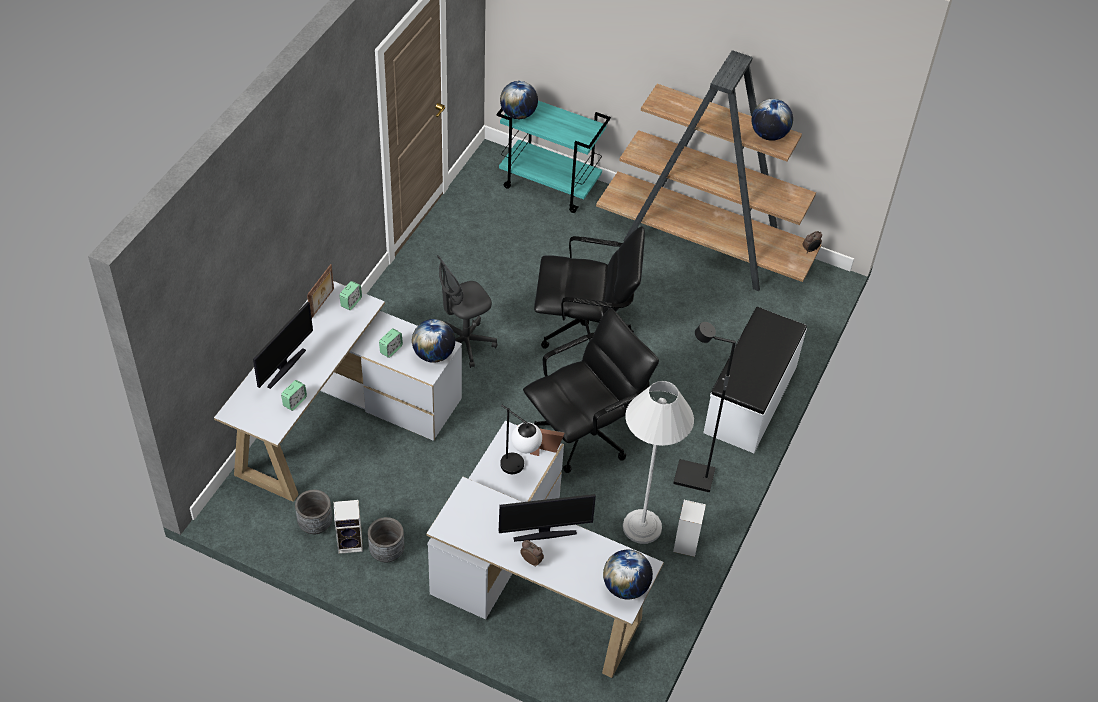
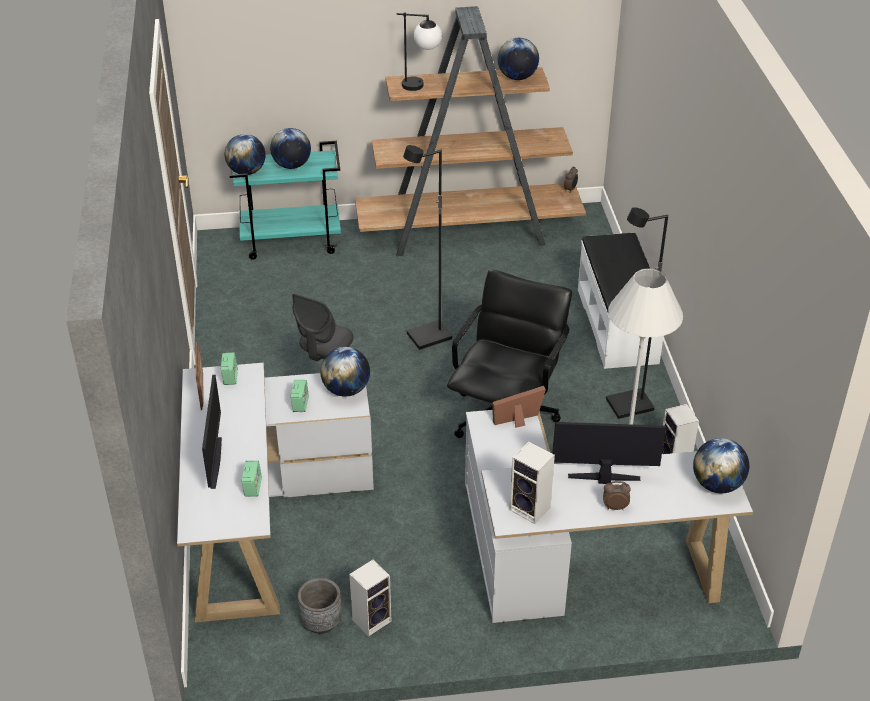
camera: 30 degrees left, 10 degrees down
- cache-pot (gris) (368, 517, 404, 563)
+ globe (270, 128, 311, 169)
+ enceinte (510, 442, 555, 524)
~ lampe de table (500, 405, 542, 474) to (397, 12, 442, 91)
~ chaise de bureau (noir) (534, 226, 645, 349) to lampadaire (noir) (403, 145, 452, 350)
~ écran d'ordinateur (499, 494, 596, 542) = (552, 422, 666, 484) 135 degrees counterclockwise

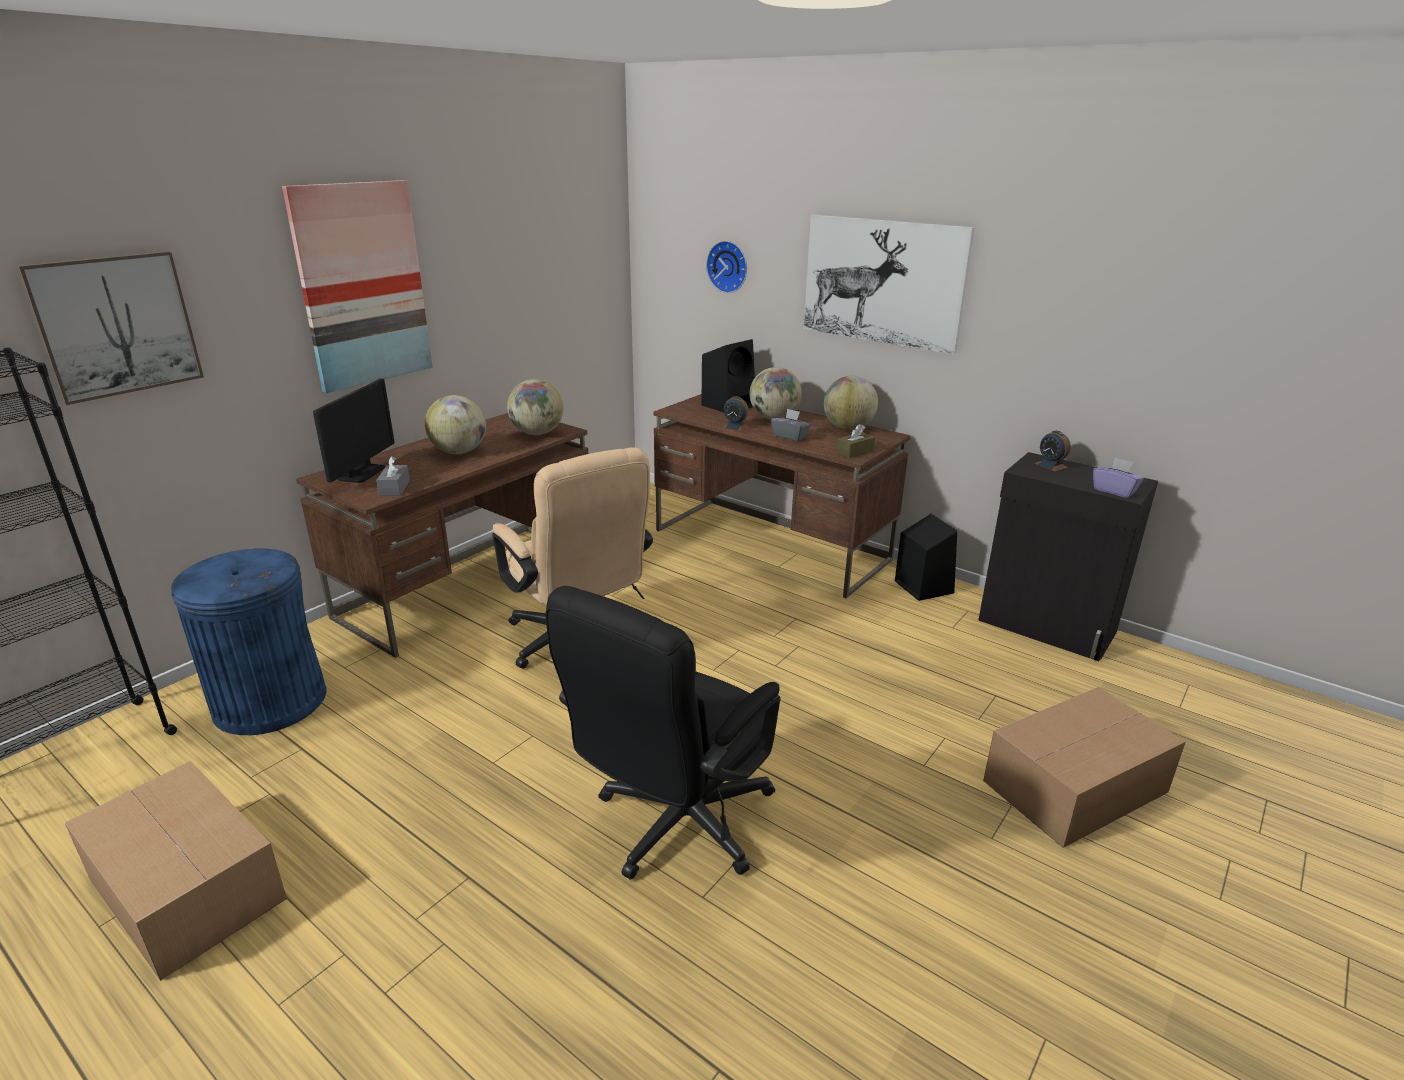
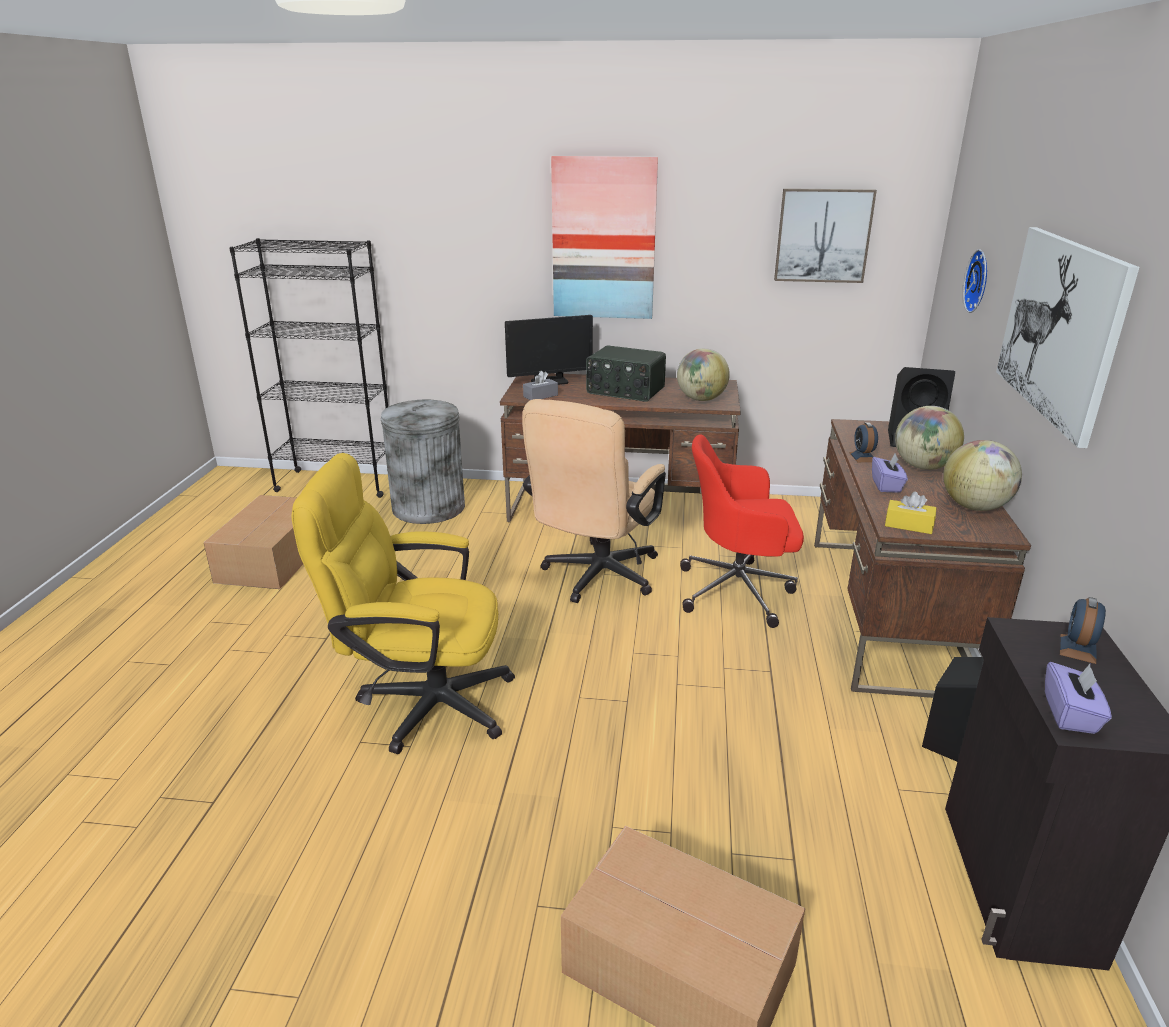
camera: 60 degrees right, 0 degrees up
+ chaise de bureau (rouge) (680, 434, 804, 628)
~ tableau (15, 251, 204, 405) to (774, 188, 877, 283)
~ globe (425, 395, 486, 454) to radio (586, 346, 666, 402)
~ poubelle (bleu) (171, 548, 327, 735) to poubelle (gris) (381, 400, 465, 524)
~ chaise de bureau (noir) (545, 586, 780, 880) to chaise de bureau (jaune) (291, 453, 515, 754)
~ boîte à mouchoirs (gris) (771, 409, 811, 442) to boîte à mouchoirs (violet) (872, 454, 908, 493)
~ boîte à mouchoirs (marron) (836, 424, 875, 458) to boîte à mouchoirs (jaune) (885, 491, 937, 534)

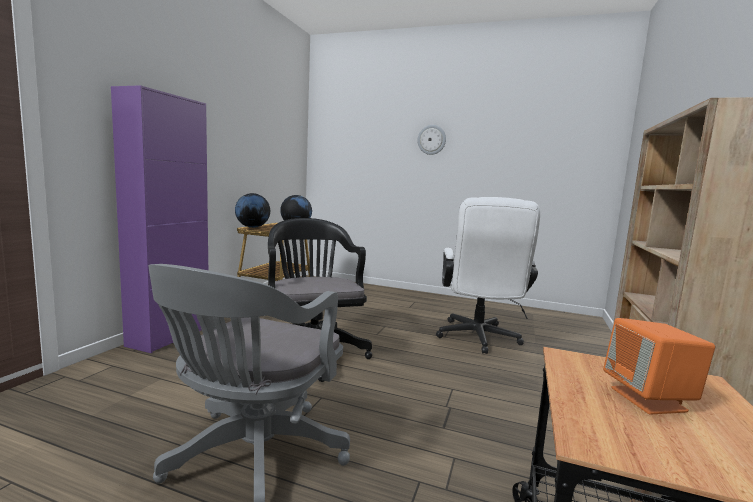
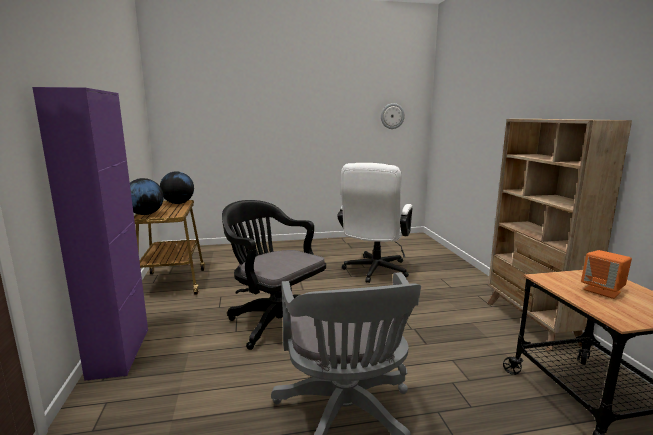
camera: 30 degrees left, 5 degrees up
~ horloge murale (417, 125, 446, 155) to (381, 103, 405, 129)
~ chaise de bureau (blanc) (436, 197, 540, 354) = (337, 163, 413, 283) 45 degrees clockwise

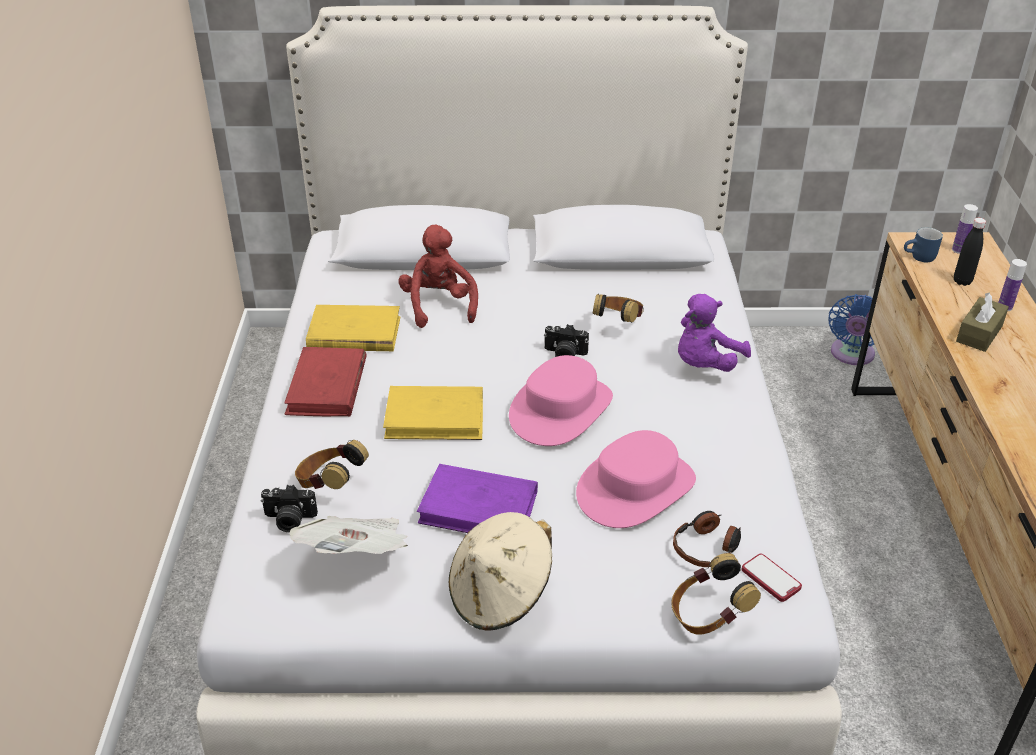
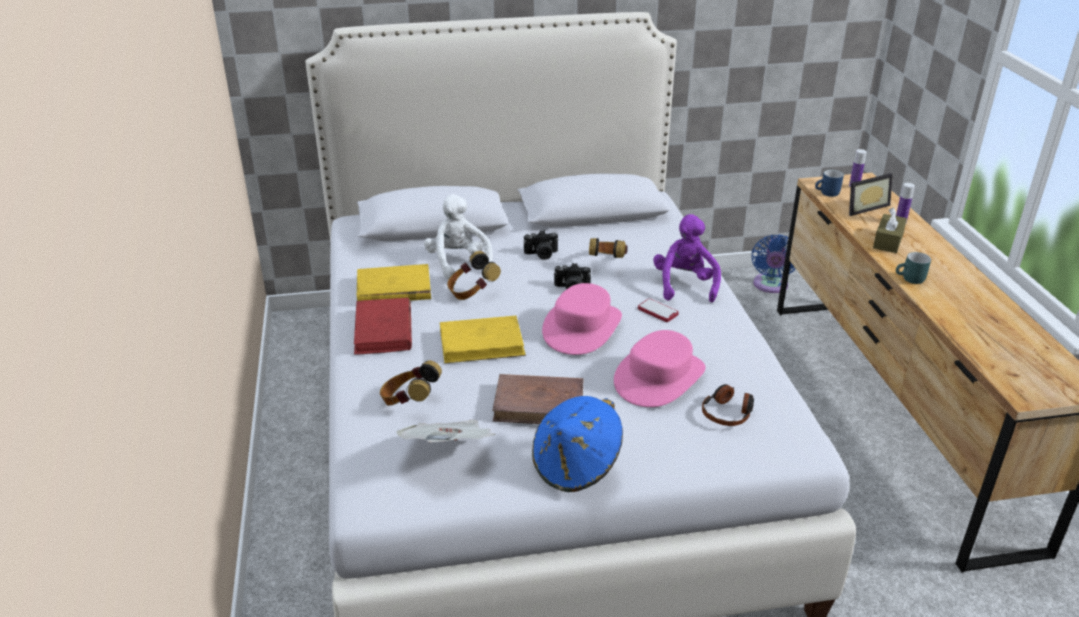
camera: 10 degrees left, 5 degrees down
+ mug (turquoise) (896, 252, 931, 284)
~ appareil photo (260, 485, 318, 533) to (524, 230, 559, 260)
~ casque audio (671, 553, 761, 635) to (447, 251, 501, 300)
~ téléphone (742, 554, 802, 602) to (638, 299, 679, 322)
~ bouteille (noir) (954, 218, 986, 286) to cadre photo (849, 173, 893, 216)
~ peluche (rouge) (398, 225, 478, 328) to peluche (blanc) (424, 194, 493, 280)
~ livre (violet) (417, 464, 538, 533) to livre (marron) (492, 374, 583, 424)
~ chapeau (beige) (449, 512, 552, 631) to chapeau (bleu) (532, 396, 623, 492)
~ peluche (violet) (678, 294, 751, 372) = (653, 214, 721, 302) 150 degrees clockwise

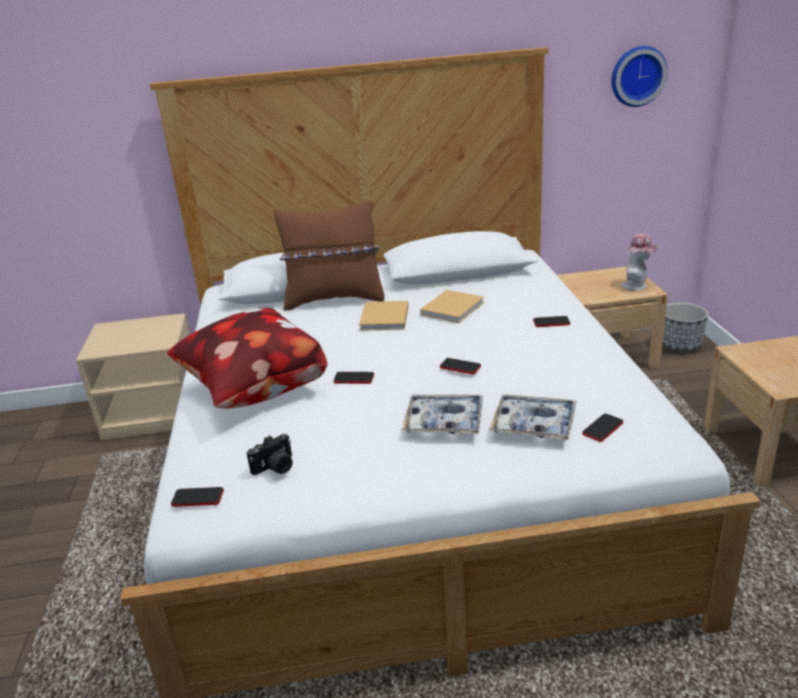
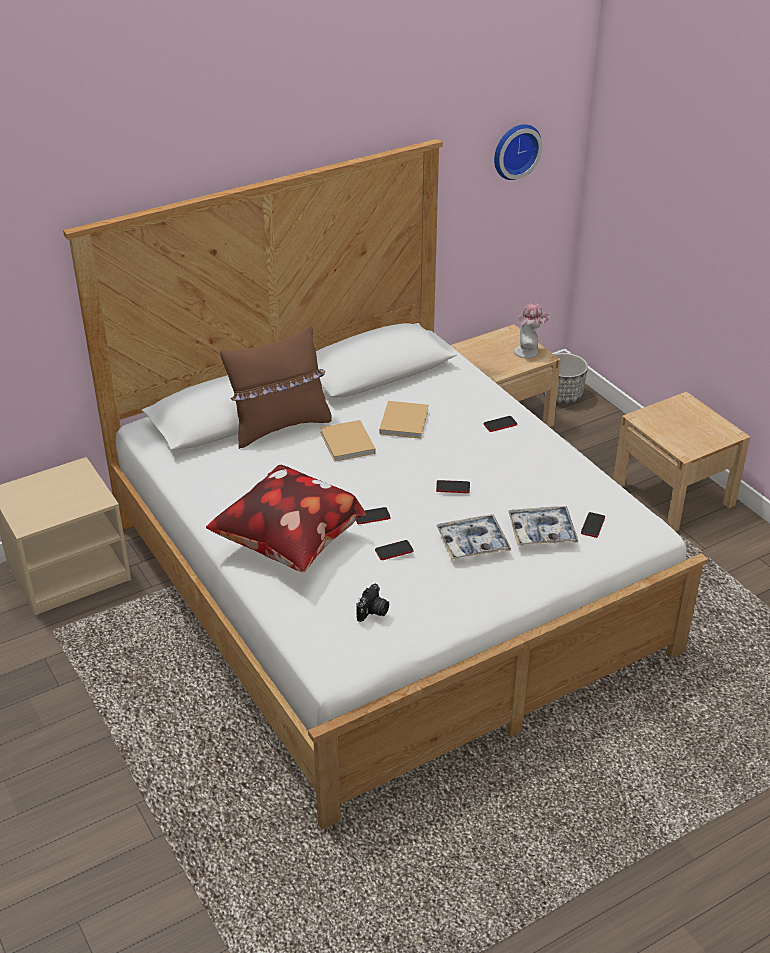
camera: 25 degrees left, 10 degrees up
~ téléphone (171, 487, 224, 507) to (375, 540, 414, 560)

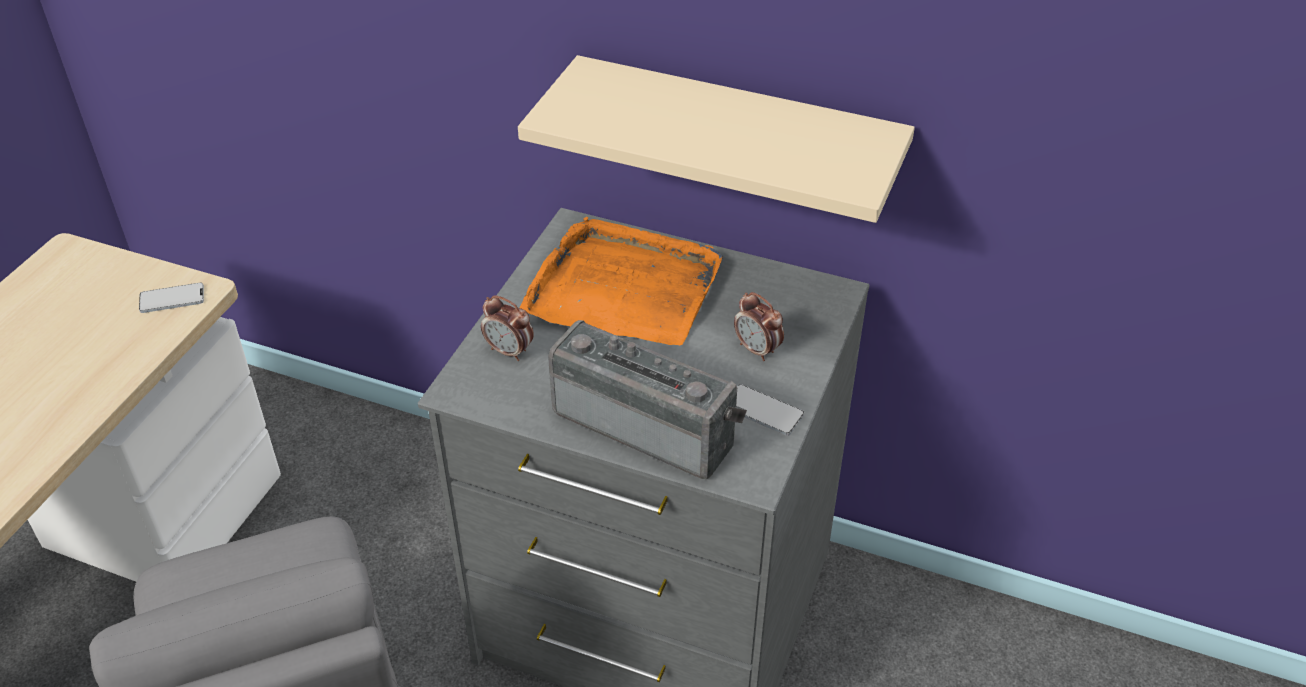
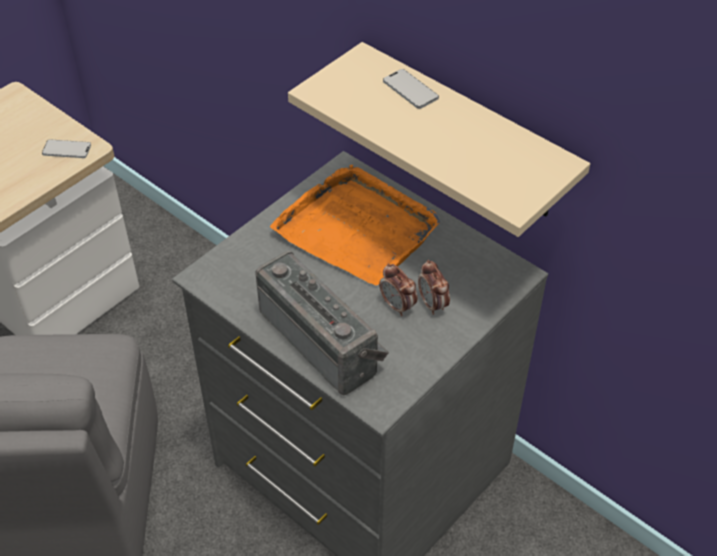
camera: 20 degrees right, 5 degrees up
~ réveil (481, 295, 534, 361) to (379, 263, 418, 316)
~ téléphone (736, 384, 804, 436) to (383, 69, 439, 109)

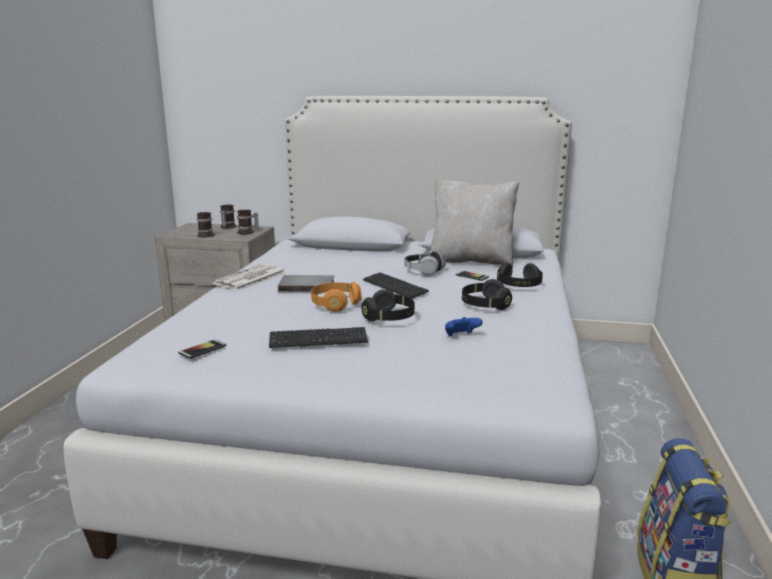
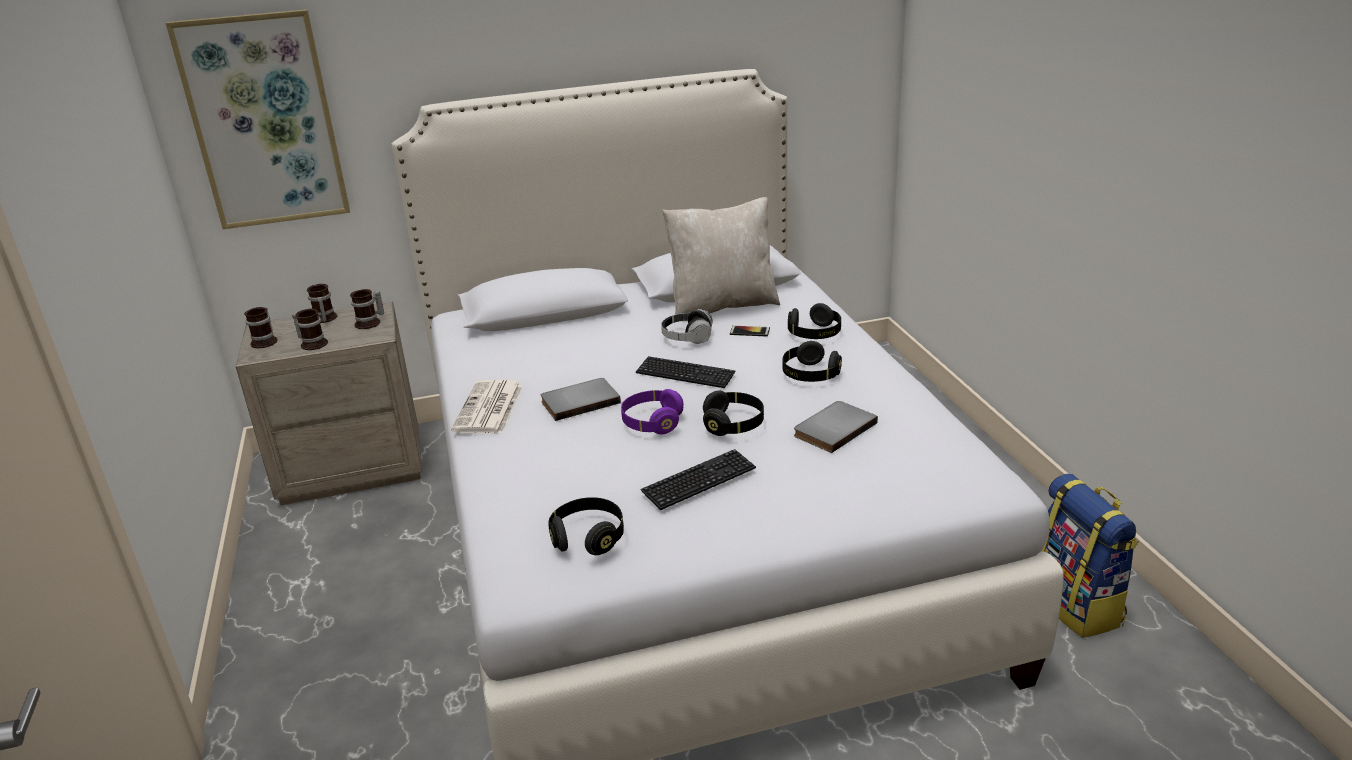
camera: 25 degrees left, 10 degrees up
+ tableau (166, 9, 350, 229)
+ mug (244, 307, 278, 348)
~ téléphone (178, 339, 226, 359) to casque audio (noir) (549, 497, 624, 555)
~ manette (bleu) (445, 317, 483, 336) to livre (gris) (794, 401, 878, 453)
~ casque audio (orange) (311, 282, 362, 312) to casque audio (violet) (621, 389, 684, 434)

